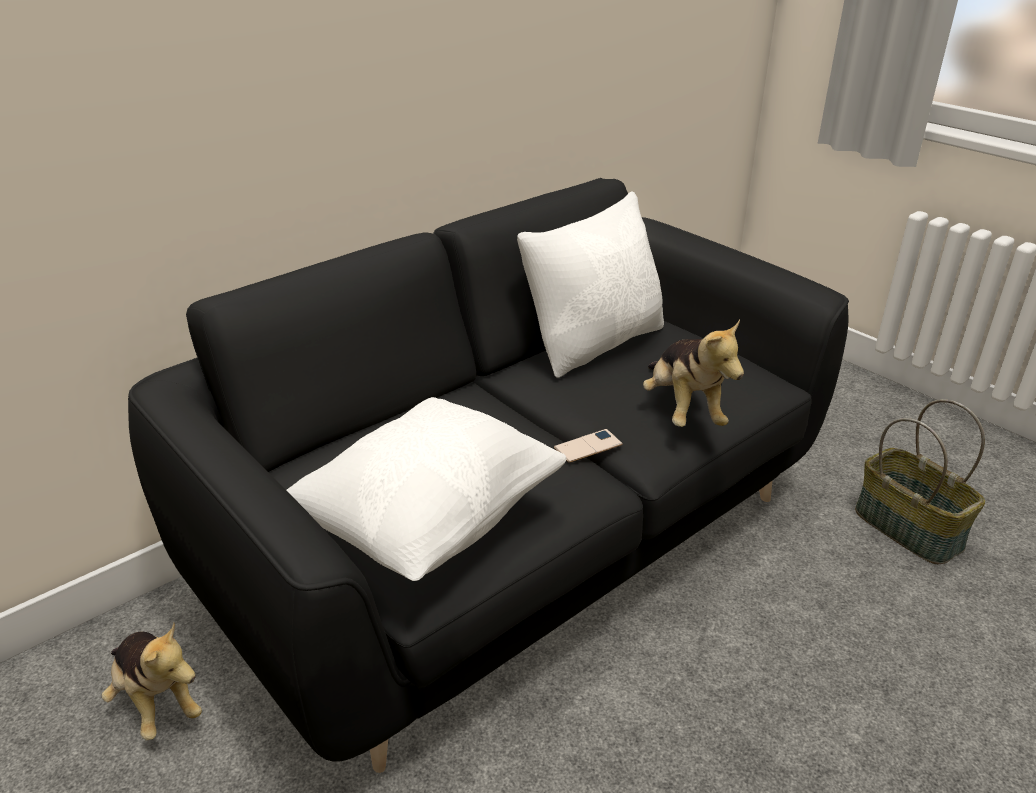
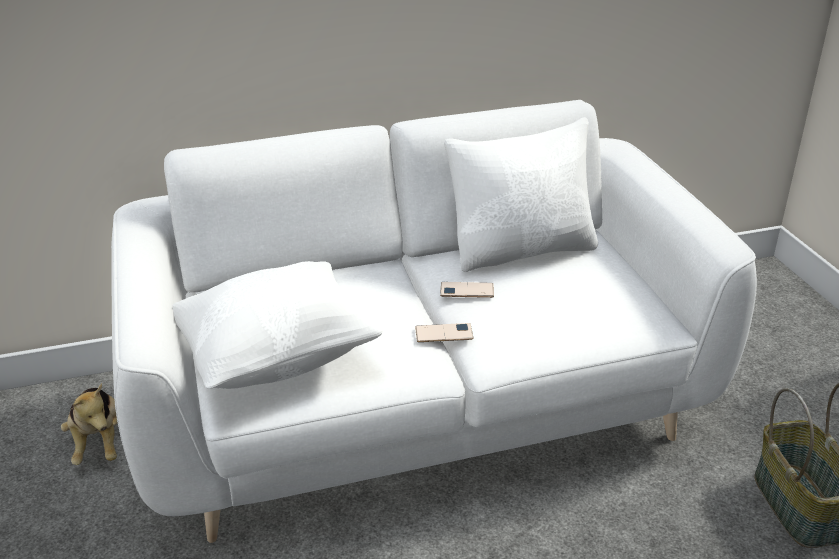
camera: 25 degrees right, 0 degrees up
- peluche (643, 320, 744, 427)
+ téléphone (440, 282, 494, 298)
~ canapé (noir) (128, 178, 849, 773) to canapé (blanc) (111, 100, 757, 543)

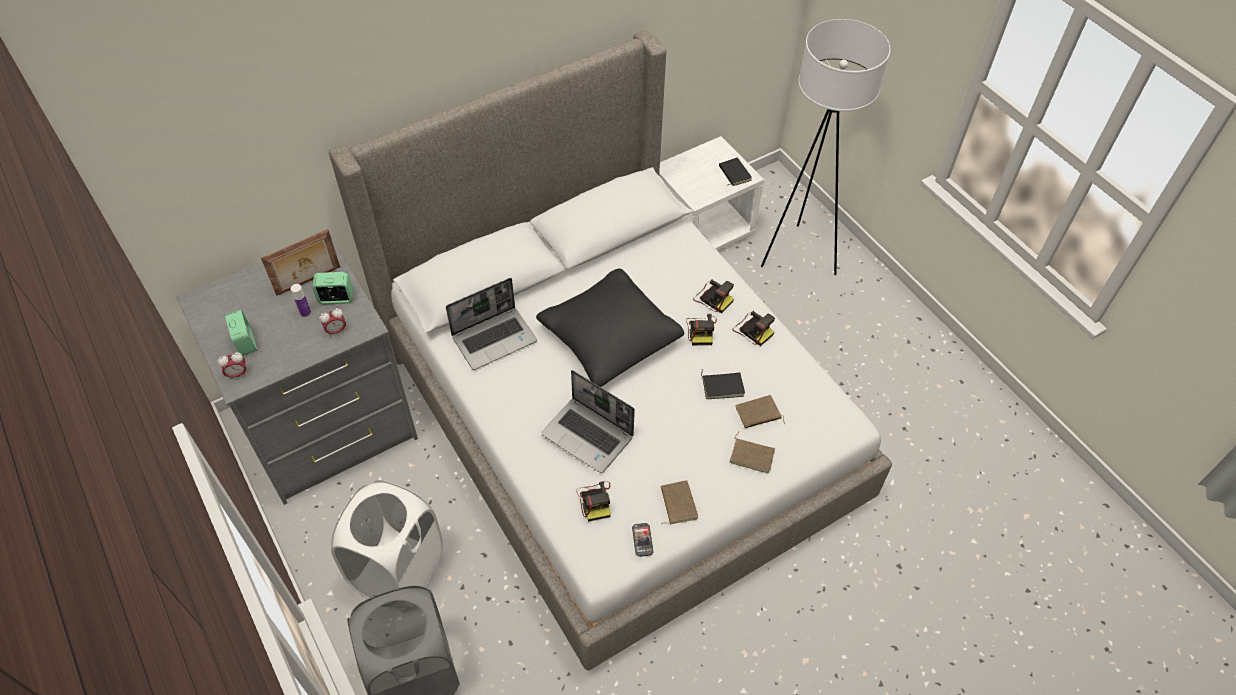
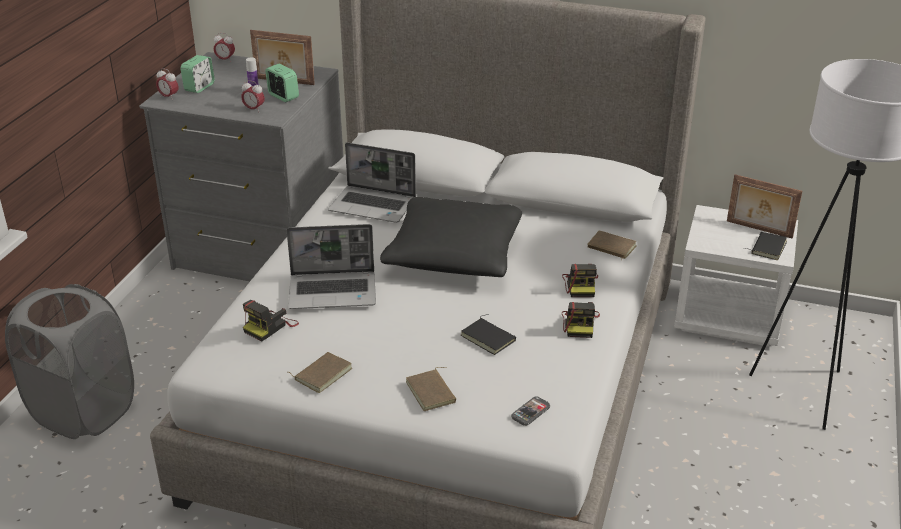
camera: 50 degrees right, 20 degrees down
- panier à linge (blanc) (331, 480, 443, 599)
- appareil photo (686, 314, 717, 345)
+ réveil (213, 33, 235, 61)
+ cadre photo (727, 174, 802, 239)
~ téléphone (632, 523, 654, 557) to (511, 397, 550, 426)
~ livre (marron) (735, 395, 785, 428) to (588, 231, 636, 260)
~ ordinateur portable (541, 370, 635, 473) = (286, 224, 376, 309) 90 degrees counterclockwise

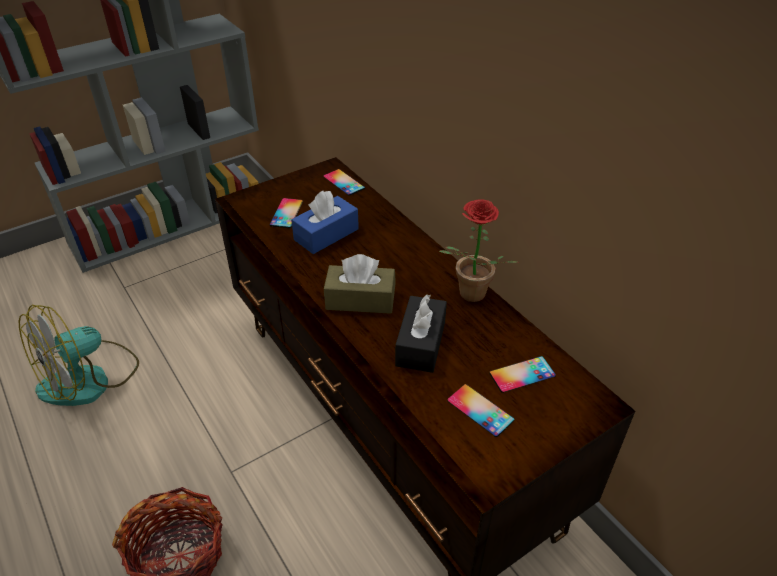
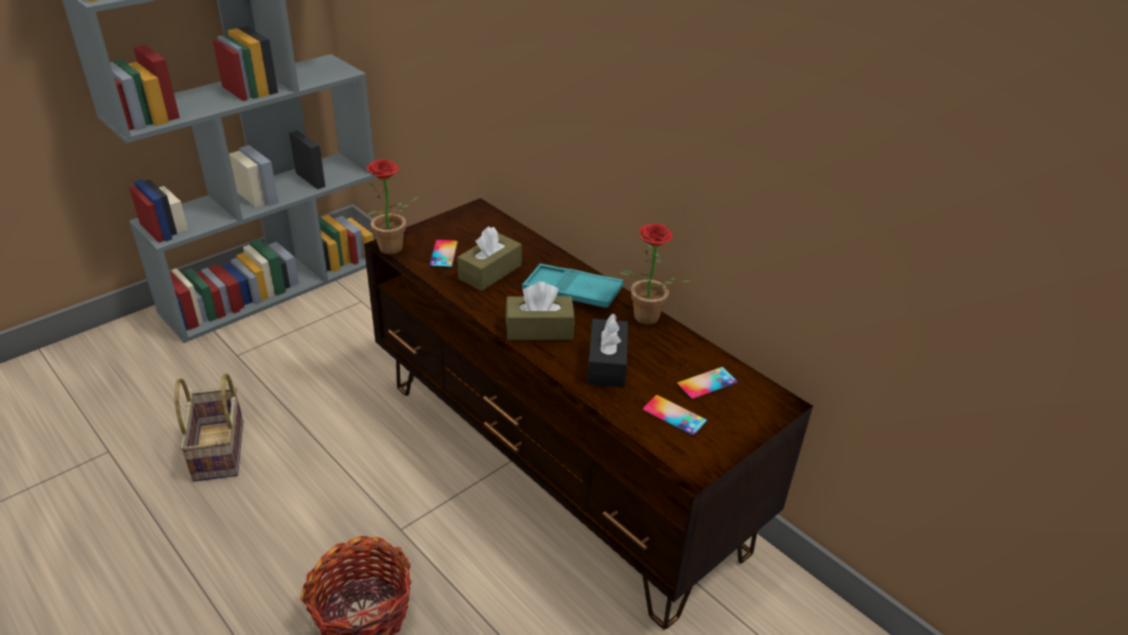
camera: 10 degrees left, 5 degrees down
- téléphone (323, 169, 365, 196)
+ plante en pot (367, 159, 418, 254)
+ plateau (turquoise) (522, 264, 623, 308)
~ ventilateur (19, 305, 139, 406) to panier (174, 373, 243, 482)
~ boîte à mouchoirs (bleu) (291, 191, 359, 254) to boîte à mouchoirs (marron) (457, 227, 522, 291)

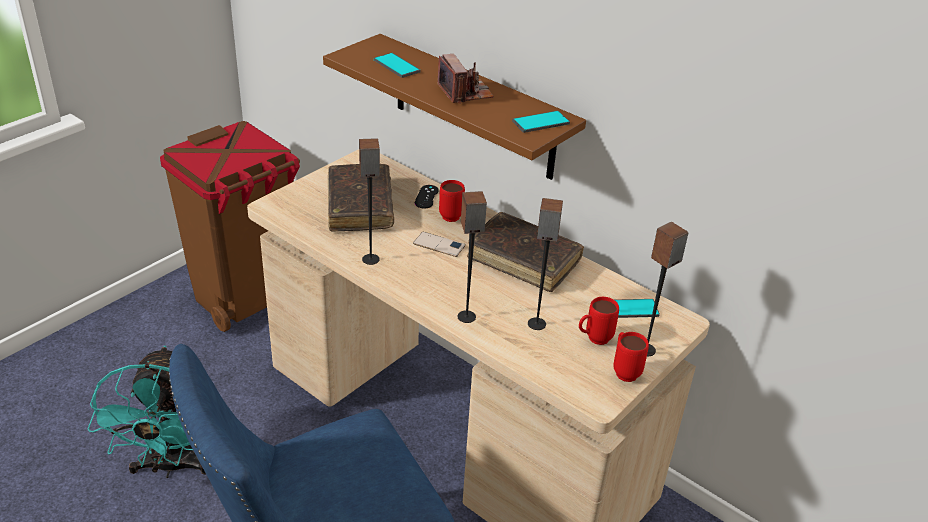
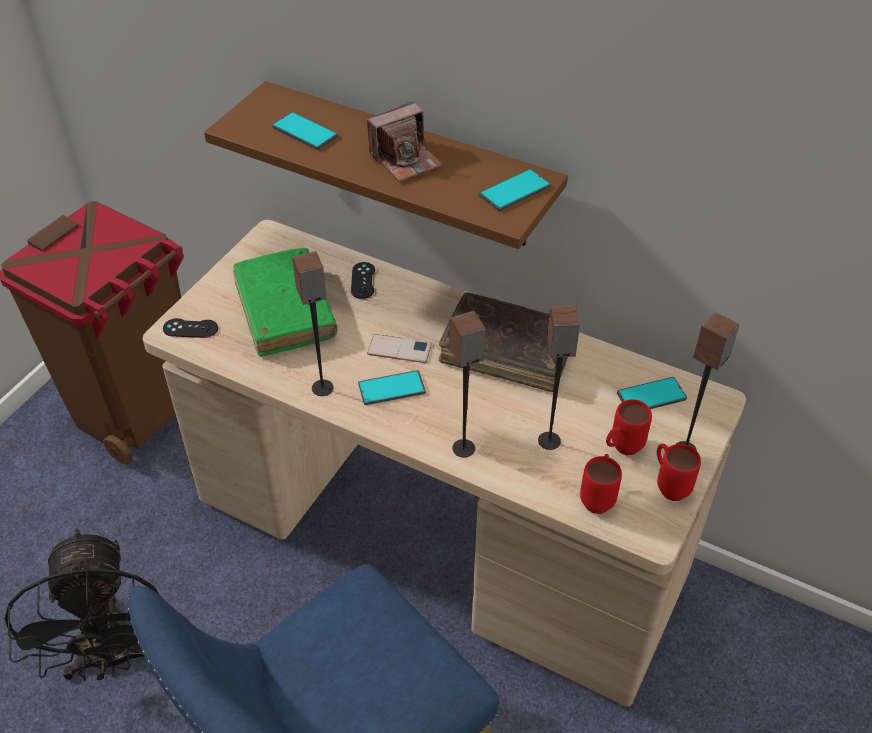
camera: 10 degrees left, 10 degrees up
+ manette (noir) (163, 318, 218, 338)
+ téléphone (358, 370, 426, 405)
~ mug (rouge) (439, 180, 465, 222) to (580, 454, 622, 514)
~ ventilateur (turquoise) (87, 345, 206, 478) to ventilateur (noir) (4, 529, 159, 681)
~ livre (marron) (328, 164, 394, 232) to livre (vert) (233, 248, 337, 357)
~ appareil photo (437, 54, 494, 104) = (367, 101, 443, 181) 90 degrees clockwise

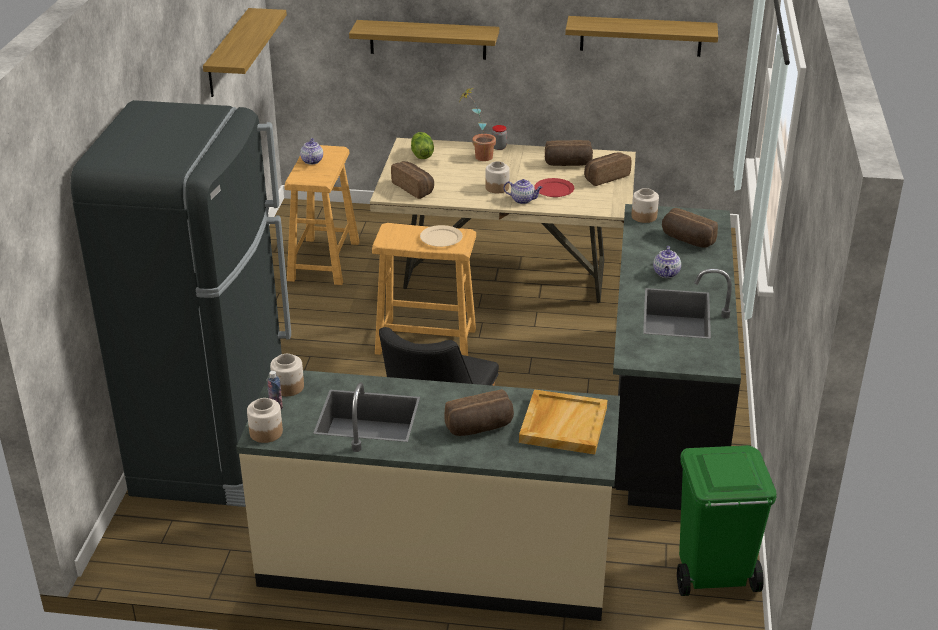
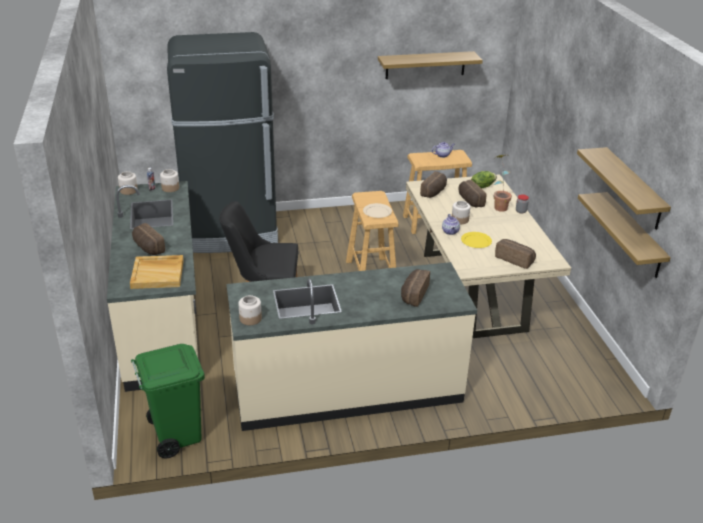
camera: 70 degrees right, 0 degrees up
- théière (653, 246, 681, 278)
~ étagère (349, 20, 499, 60) to (578, 192, 671, 278)
~ pain (545, 140, 593, 166) to (459, 180, 486, 207)
~ bocal (631, 188, 659, 223) to (238, 295, 262, 325)
~ assiette (rouge) (534, 178, 574, 197) to assiette (jaune) (461, 232, 492, 248)
~ comptoir de cuisine (noir) (612, 204, 741, 510) to comptoir de cuisine (beige) (226, 262, 477, 431)

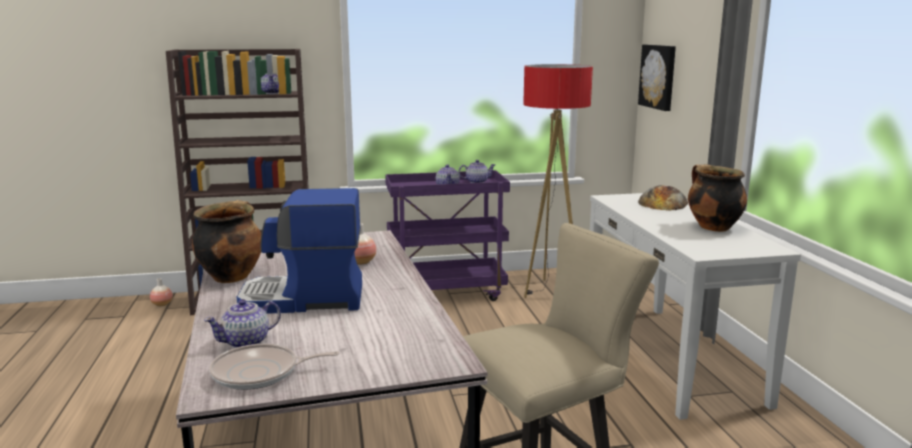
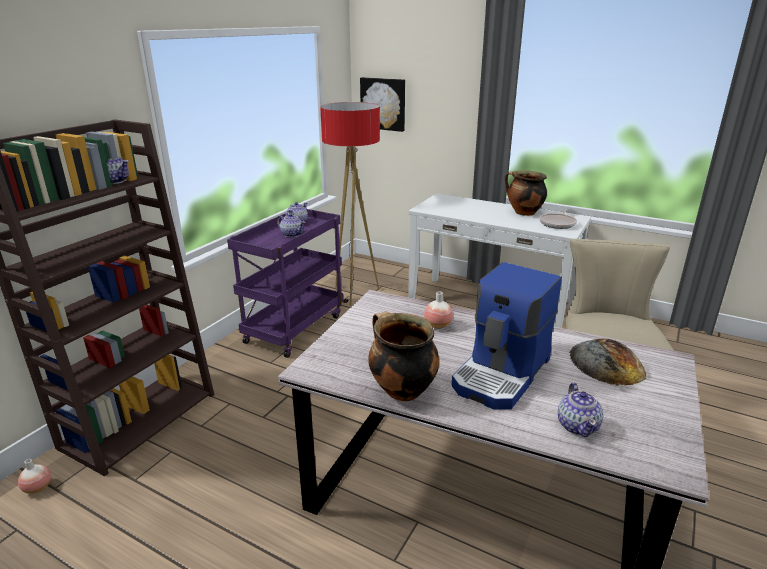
camera: 50 degrees left, 10 degrees up
~ poêle (209, 344, 340, 390) to (539, 208, 577, 229)
~ pain (638, 185, 688, 211) to (569, 339, 646, 386)

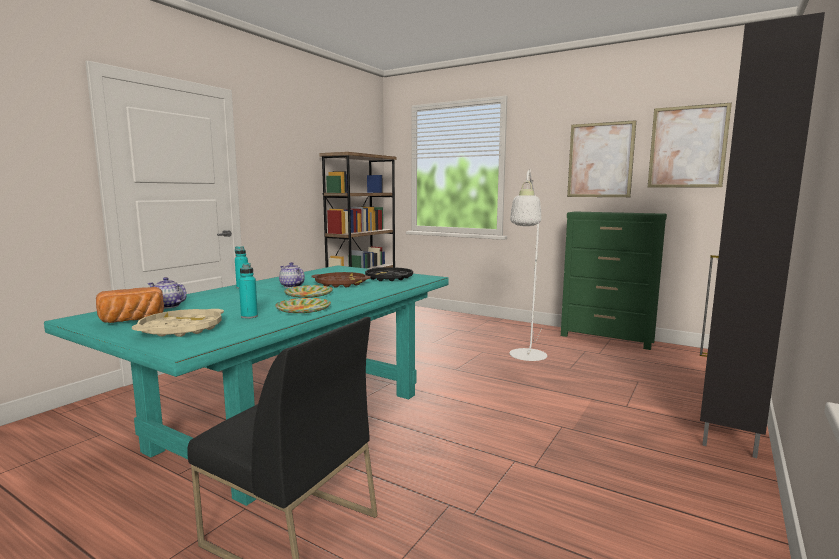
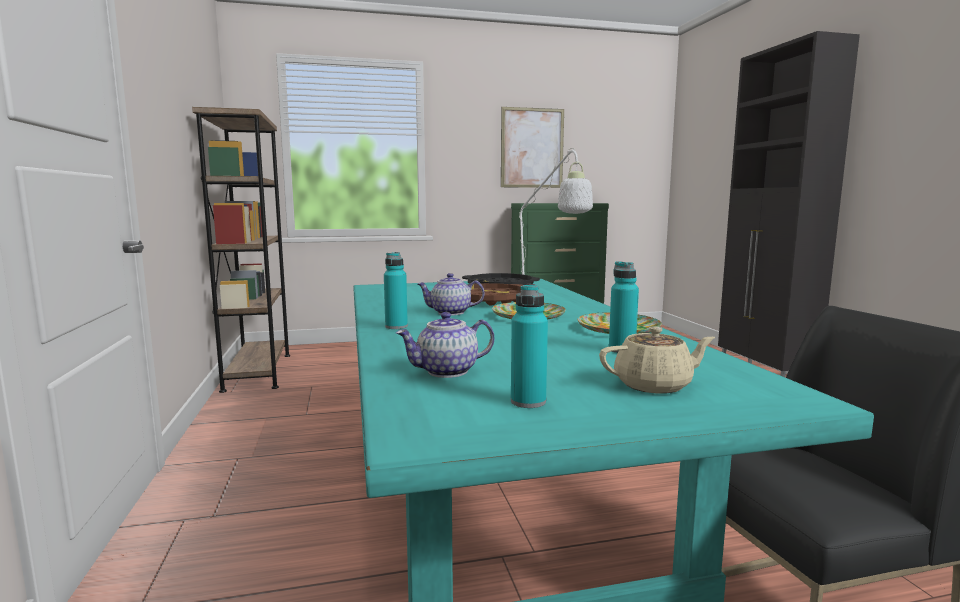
camera: 45 degrees left, 0 degrees up
- tableau (648, 103, 732, 187)
~ pain (96, 287, 164, 323) to bouteille (turquoise) (511, 284, 548, 408)
~ plateau (beige) (132, 309, 224, 337) to théière (beige) (599, 327, 715, 393)

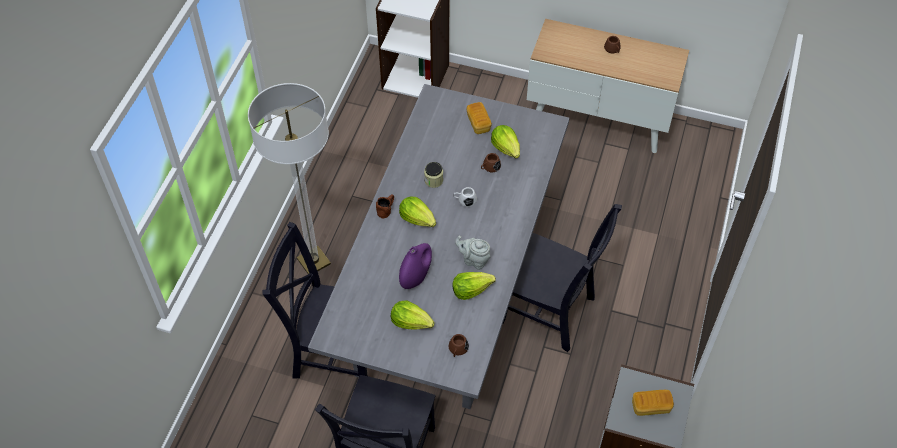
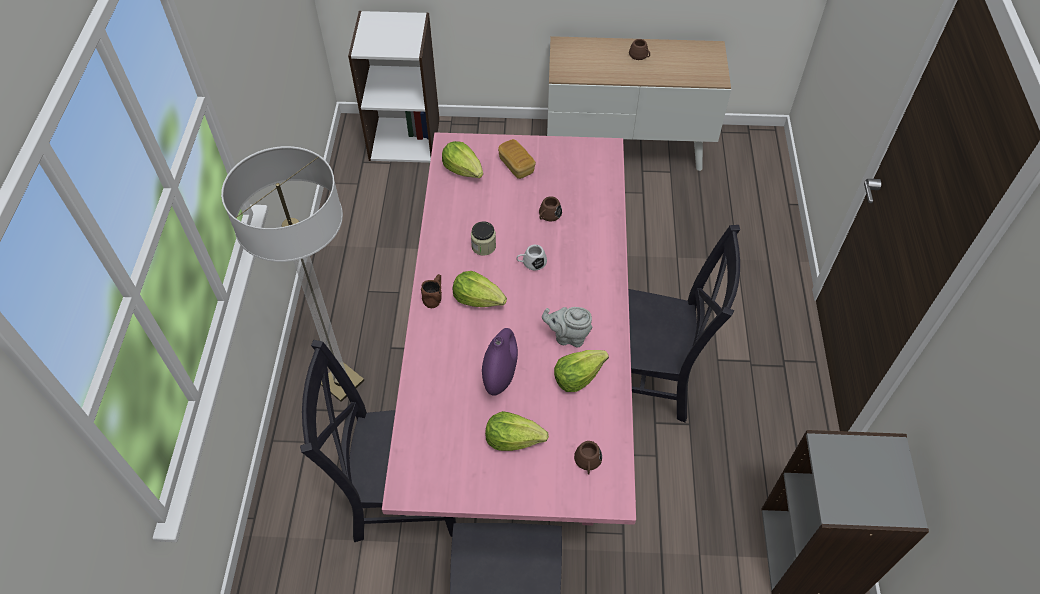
camera: 15 degrees left, 0 degrees up
- pain (632, 390, 674, 416)
~ laitue (491, 125, 520, 158) to (442, 141, 483, 178)
~ table à manger (gris) (308, 84, 570, 409) to table à manger (rose) (382, 132, 636, 526)

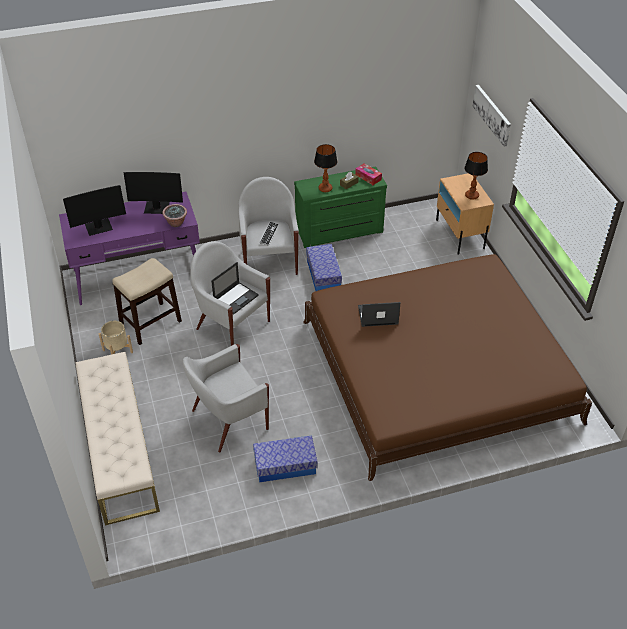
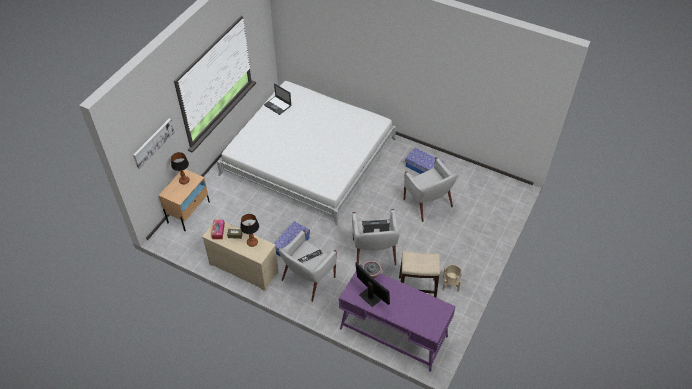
camera: 135 degrees left, 5 degrees up
- écran d'ordinateur (63, 185, 126, 236)
- banc (beige) (75, 352, 160, 526)
~ ordinateur portable (358, 302, 401, 327) to (264, 83, 292, 115)
~ commode (vert) (294, 166, 387, 248) to commode (beige) (202, 218, 279, 291)
~ lit (marron) (303, 254, 592, 481) to lit (blanc) (217, 81, 396, 226)
~ fauteuil (blanc) (183, 344, 269, 452) = (404, 157, 458, 222) 45 degrees clockwise

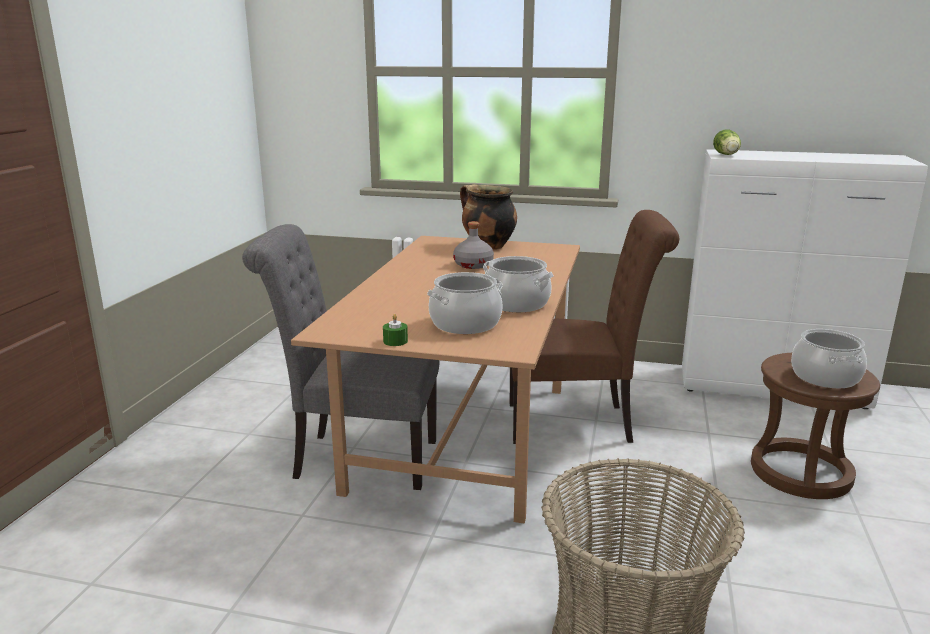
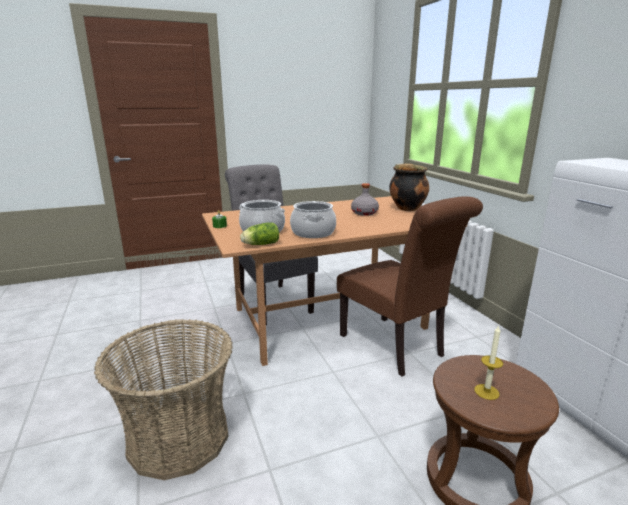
camera: 55 degrees right, 0 degrees up
~ laitue (713, 129, 741, 155) to (240, 222, 279, 245)
~ marmite (791, 329, 867, 388) to bougie (474, 325, 503, 400)

